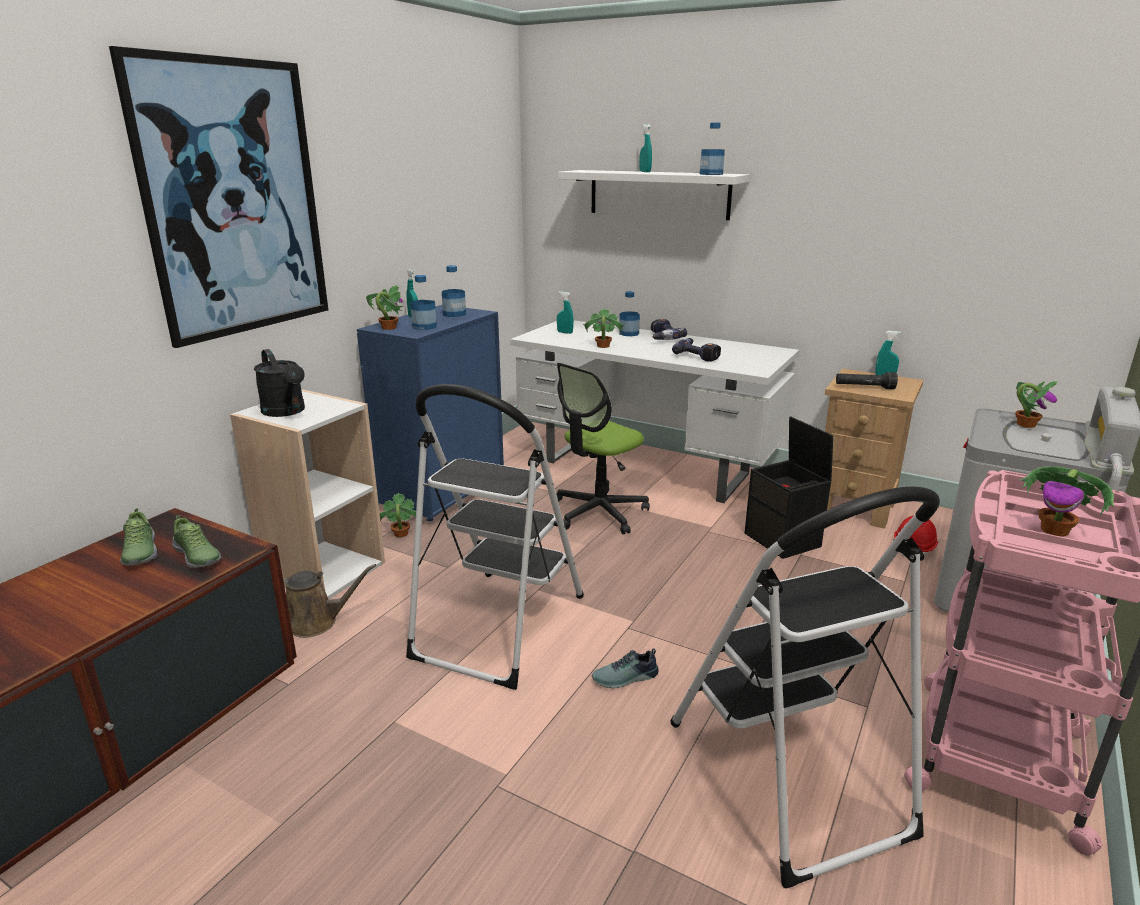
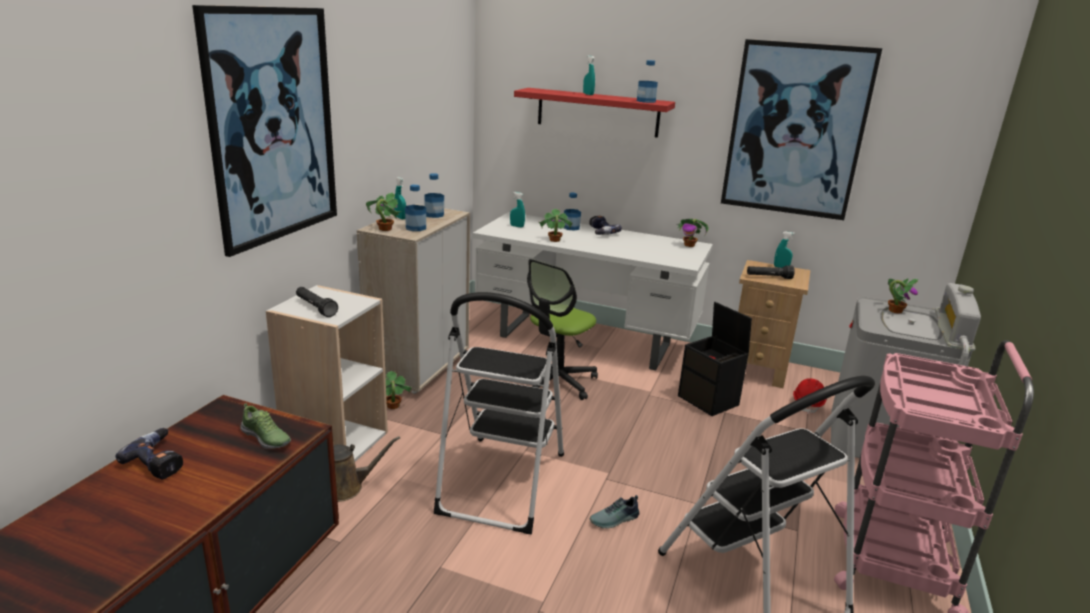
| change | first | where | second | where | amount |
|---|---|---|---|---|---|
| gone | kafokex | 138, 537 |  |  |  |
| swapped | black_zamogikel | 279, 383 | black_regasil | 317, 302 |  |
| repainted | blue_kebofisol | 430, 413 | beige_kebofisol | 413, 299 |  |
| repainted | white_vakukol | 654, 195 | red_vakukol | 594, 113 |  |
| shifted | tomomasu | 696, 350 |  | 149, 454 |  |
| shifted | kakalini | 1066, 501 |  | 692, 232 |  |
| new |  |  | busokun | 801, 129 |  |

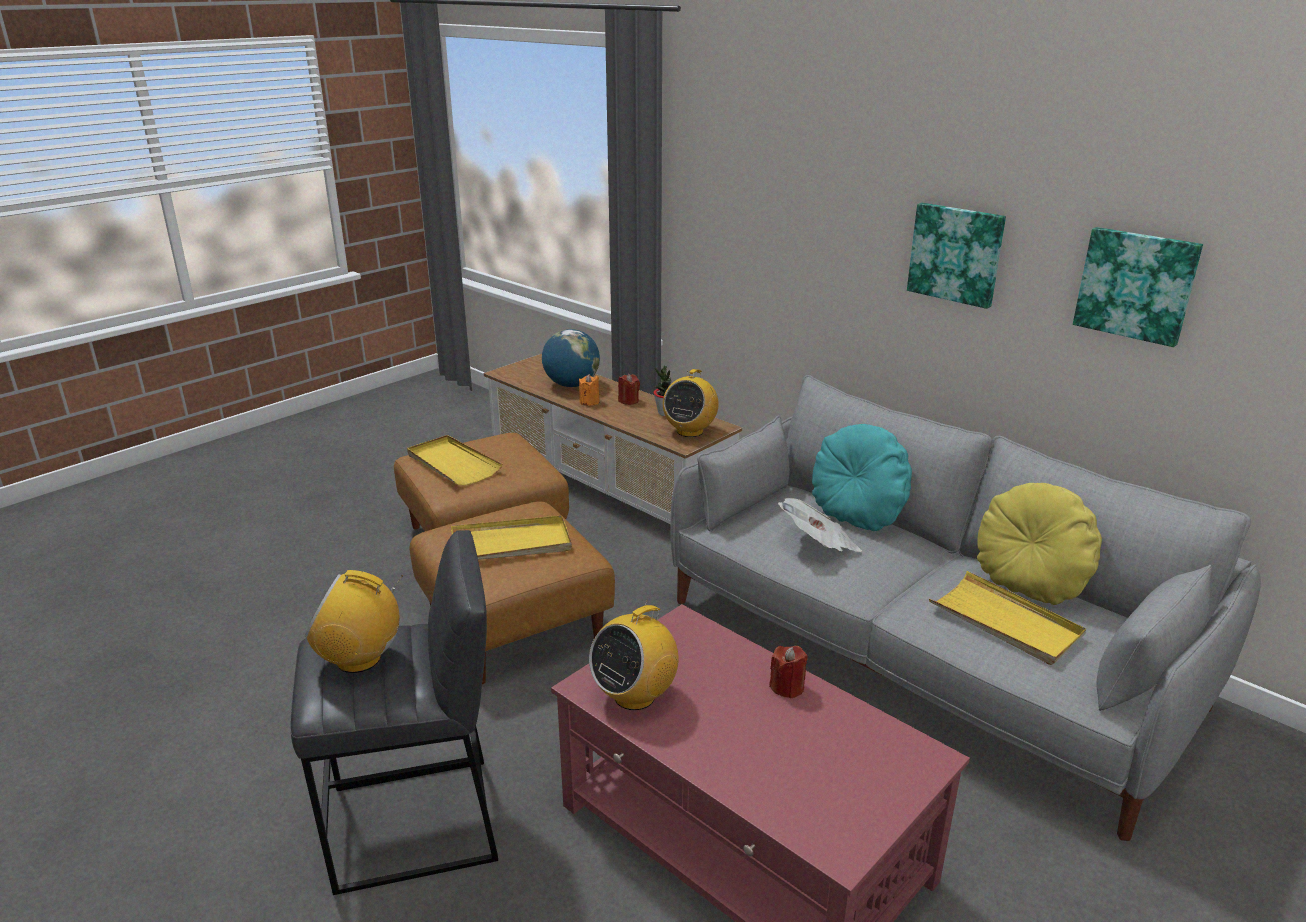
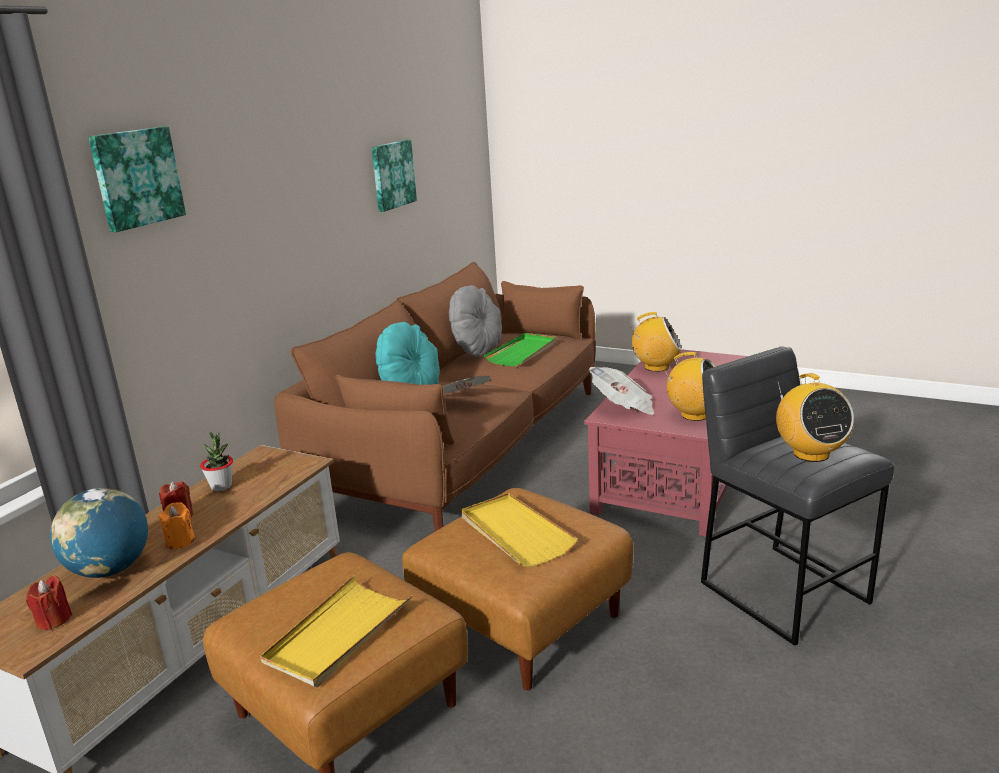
| change | first | where | second | where | amount |
|---|---|---|---|---|---|
| shifted | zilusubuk | 691, 403 |  | 656, 342 |  |
| repainted | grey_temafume | 965, 608 | brown_temafume | 435, 396 |  |
| shifted | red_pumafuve | 788, 672 |  | 49, 603 |  |
| shifted | busokun | 956, 256 |  | 137, 179 |  |
| repainted | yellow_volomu | 1007, 618 | green_volomu | 520, 349 |  |
| repainted | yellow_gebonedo | 1039, 544 | grey_gebonedo | 475, 321 |  |
| new |  |  | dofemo | 621, 391 |  |

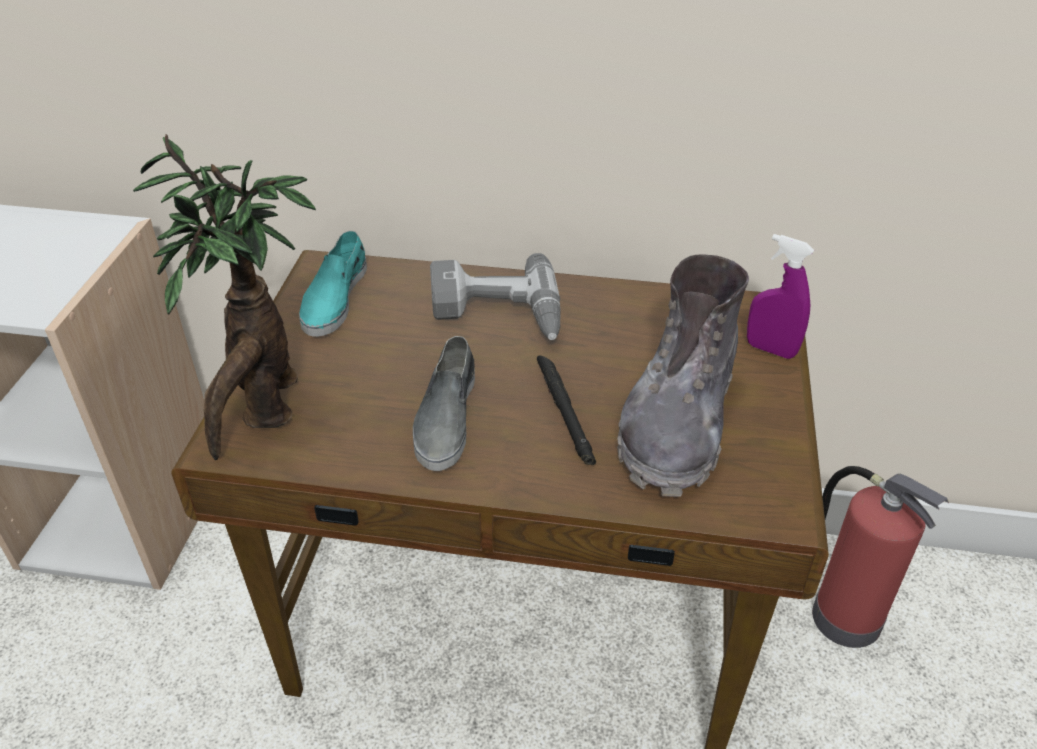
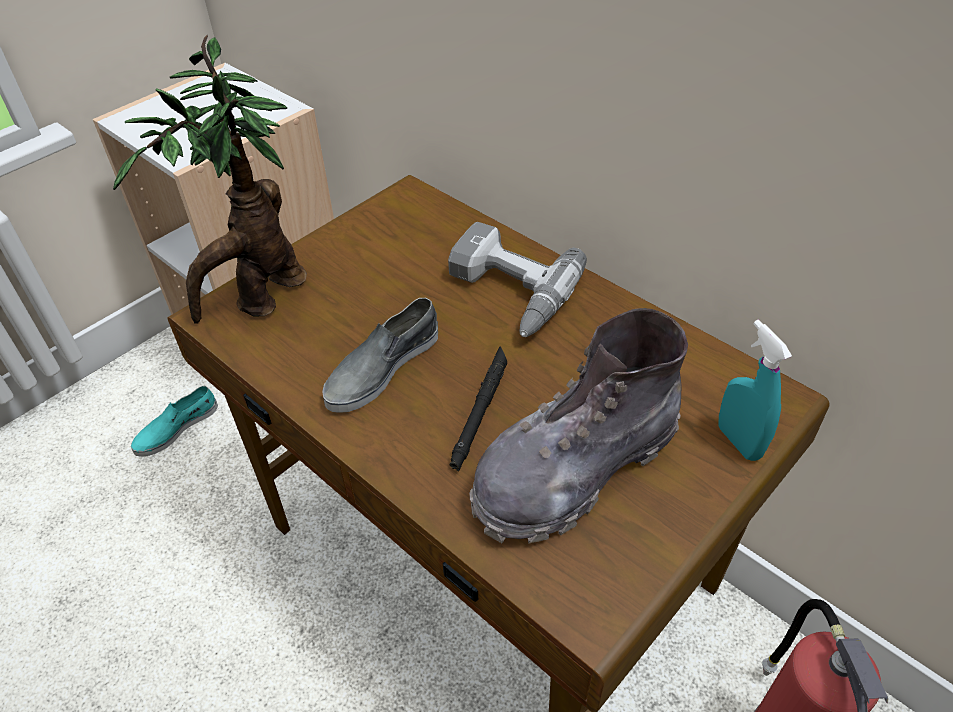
| change | first | where | second | where | amount |
|---|---|---|---|---|---|
| shifted | turquoise_kafokex | 333, 284 |  | 174, 421 |  |
| repainted | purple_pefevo | 780, 296 | turquoise_pefevo | 755, 390 |  |

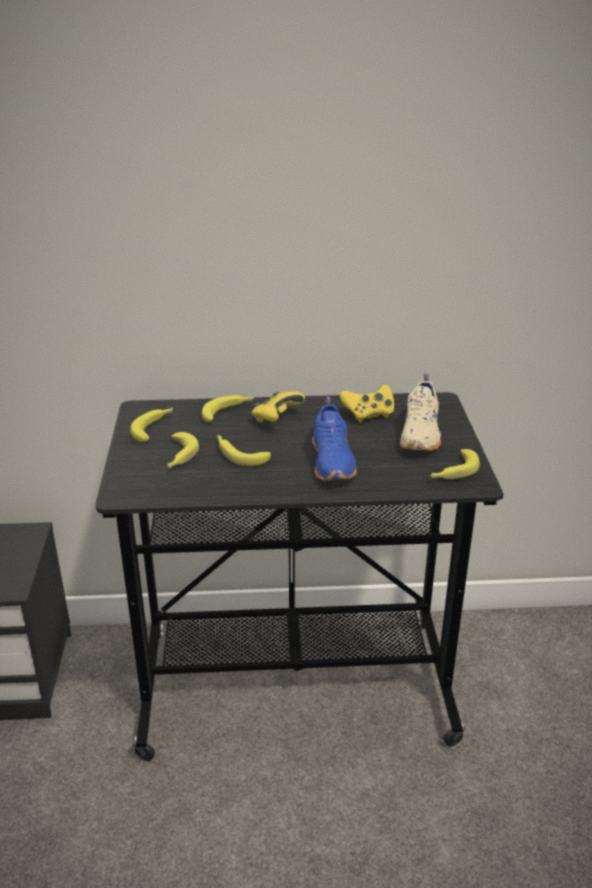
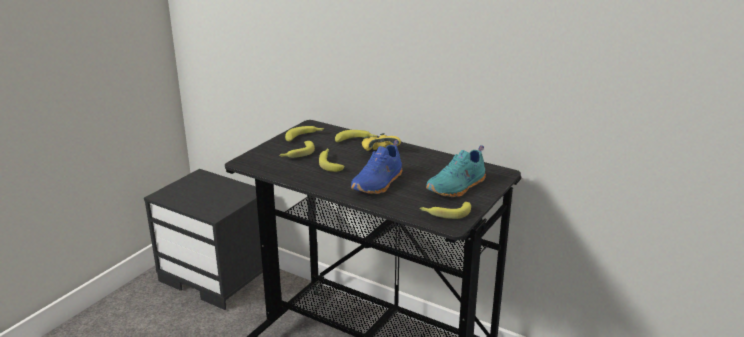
| change | first | where | second | where | amount |
|---|---|---|---|---|---|
| gone | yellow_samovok | 367, 404 |  |  |  |
| repainted | beige_kafokex | 420, 412 | turquoise_kafokex | 456, 171 |  |

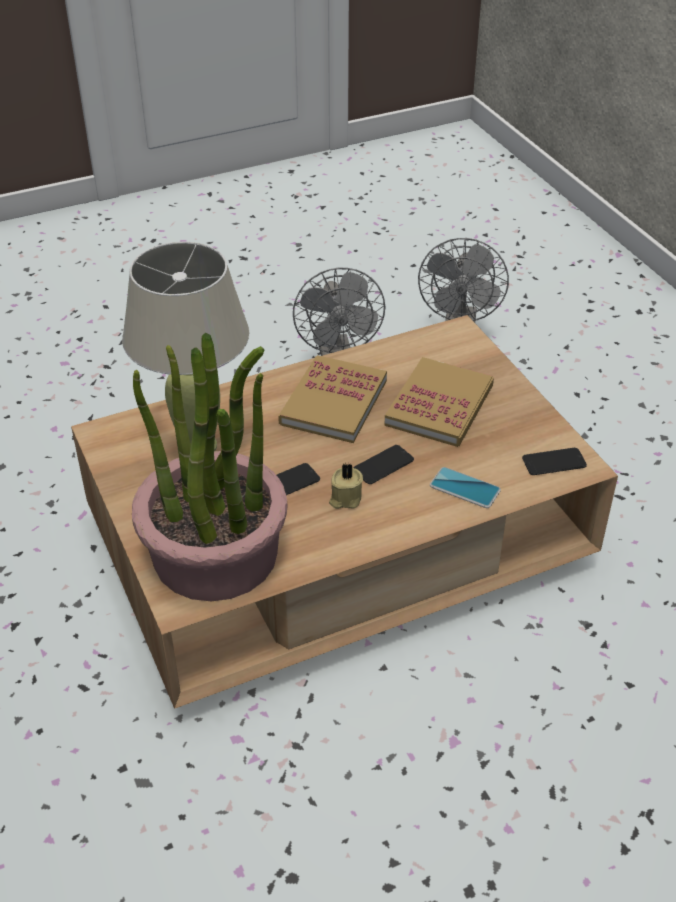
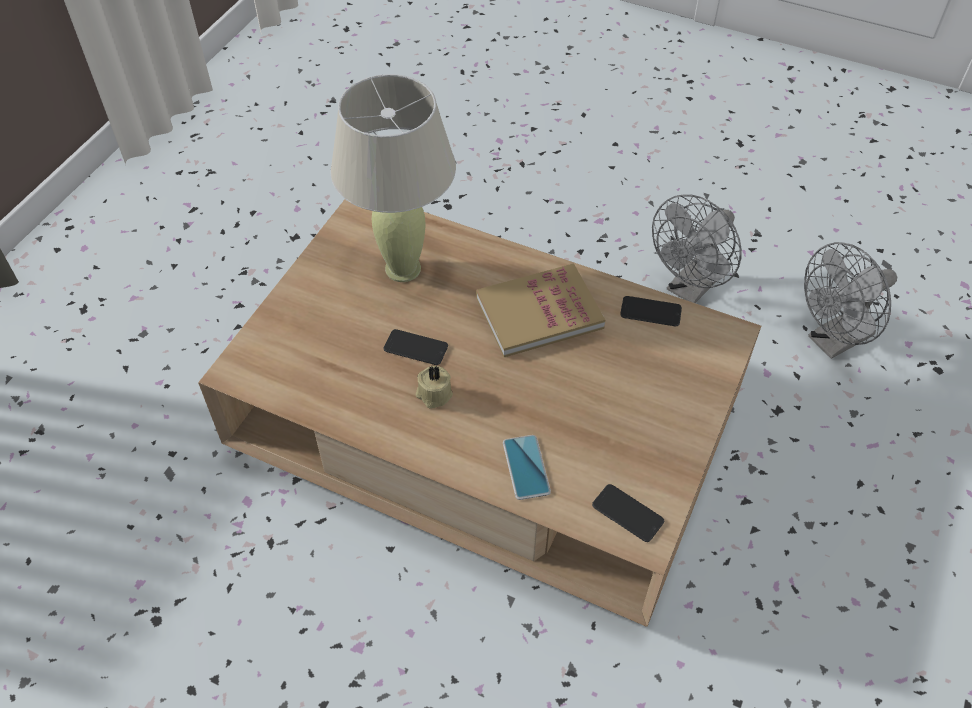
| change | first | where | second | where | amount |
|---|---|---|---|---|---|
| gone | kakalini | 209, 467 |  |  |  |
| shifted | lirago | 383, 464 |  | 651, 311 |  |
| gone | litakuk | 439, 402 |  |  |  |

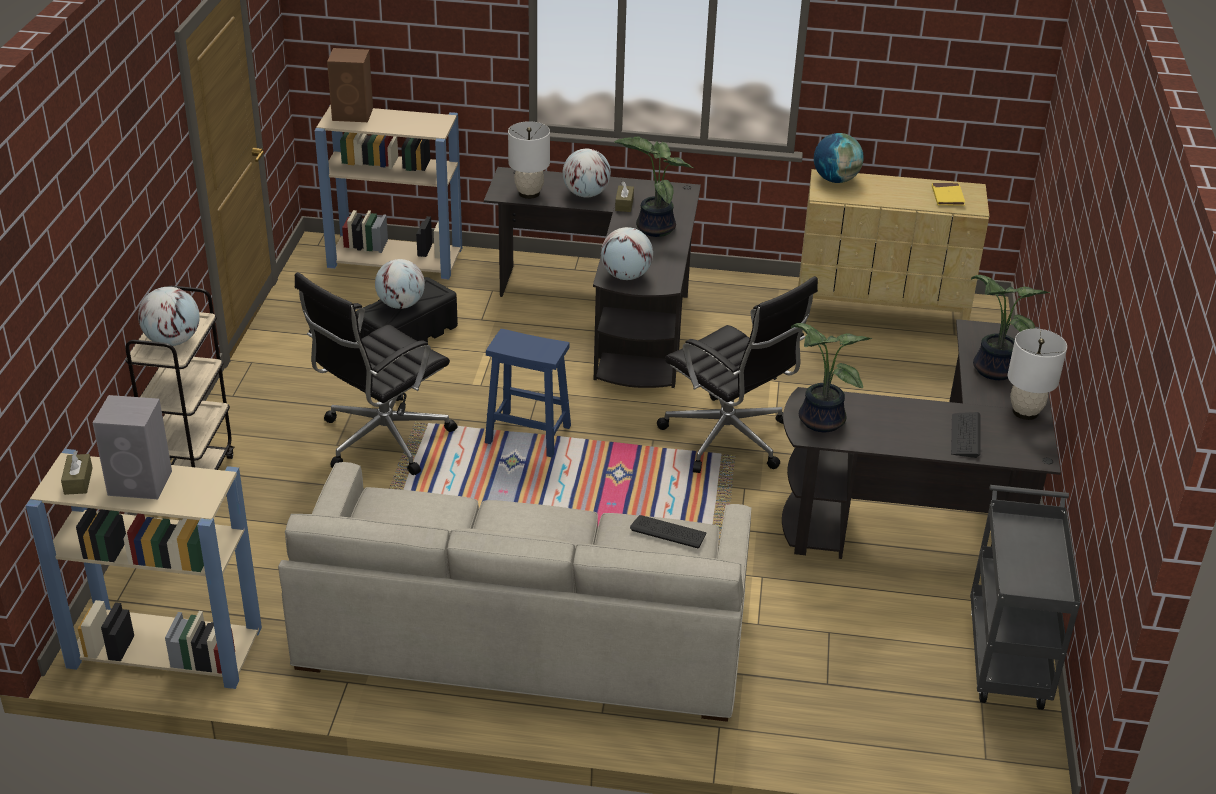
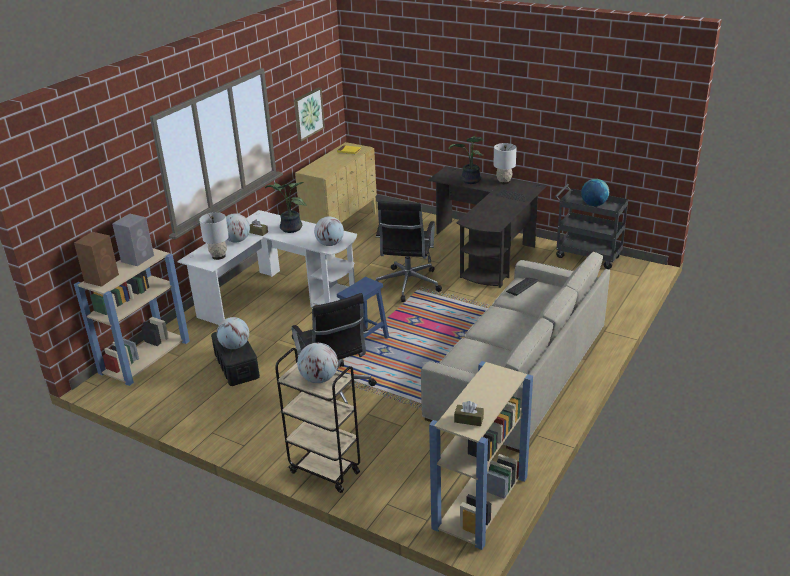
| change | first | where | second | where | amount |
|---|---|---|---|---|---|
| shifted | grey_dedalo | 132, 447 |  | 133, 239 |  |
| repainted | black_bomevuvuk | 592, 277 | white_bomevuvuk | 267, 267 |  |
| rotated | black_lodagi | 737, 374 |  | 409, 251 | 120 degrees clockwise |
| gone | kakalini | 832, 377 |  |  |  |
| shifted | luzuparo | 839, 158 |  | 595, 192 |  |
| new |  |  | busokun | 309, 114 |  |

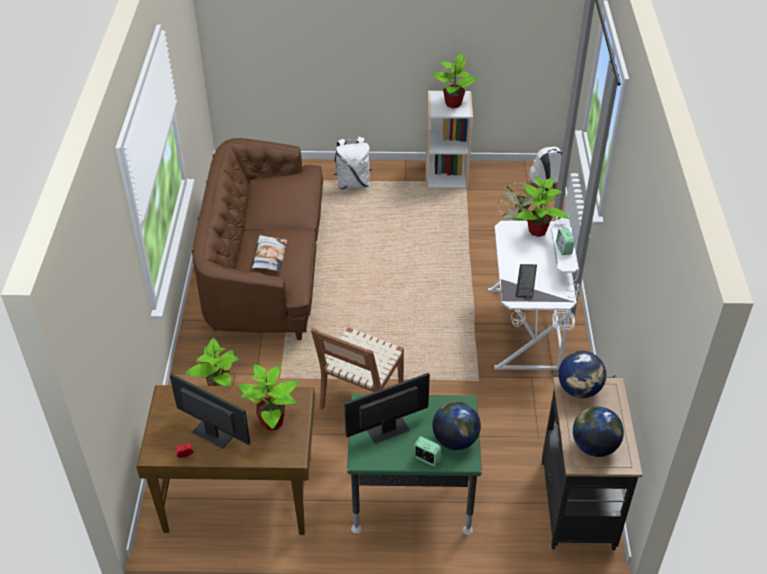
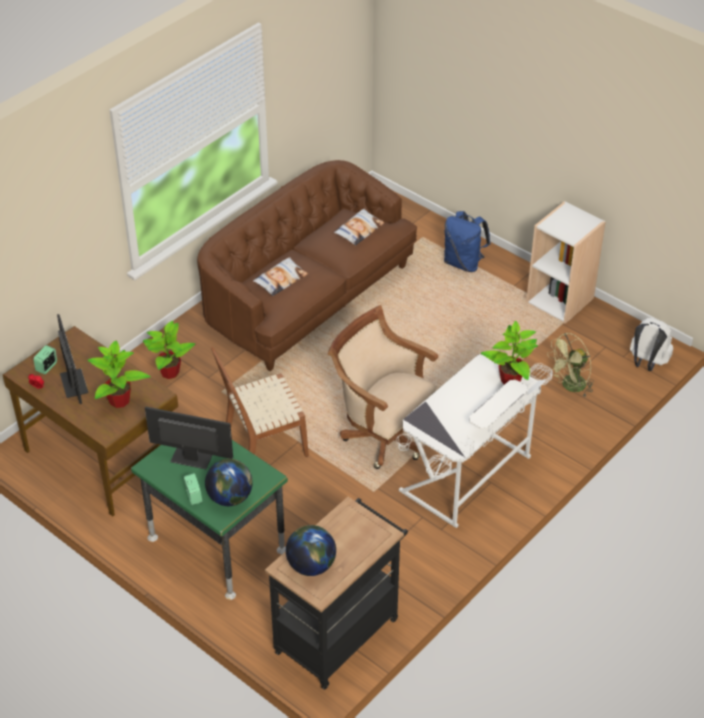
| change | first | where | second | where | amount |
|---|---|---|---|---|---|
| repainted | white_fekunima | 353, 163 | blue_fekunima | 467, 241 |  |
| gone | kakalini | 455, 80 |  |  |  |
| gone | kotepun | 526, 281 |  |  |  |
| shifted | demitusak | 565, 241 |  | 45, 359 |  |
| gone | luzuparo | 582, 374 |  |  |  |
| new |  |  | lodagi | 383, 387 |  |
| new |  |  | gebonedo | 359, 227 |  |

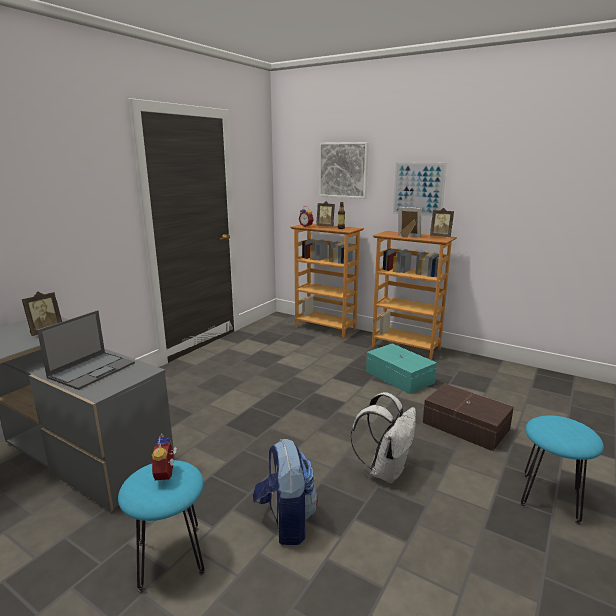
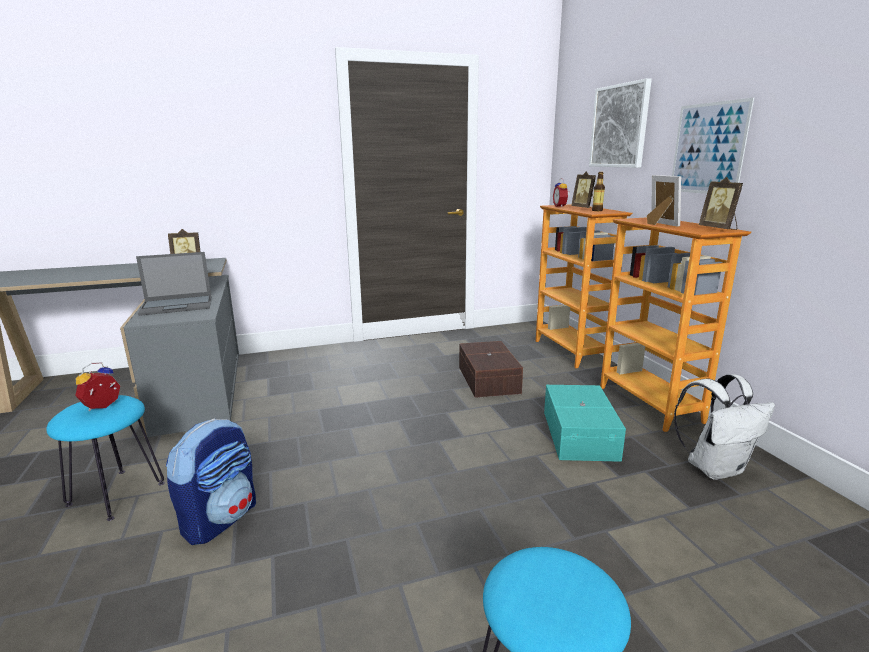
| change | first | where | second | where | amount |
|---|---|---|---|---|---|
| shifted | white_fekunima | 383, 438 |  | 724, 427 |  |
| shifted | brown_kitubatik | 468, 417 |  | 491, 369 |  |

